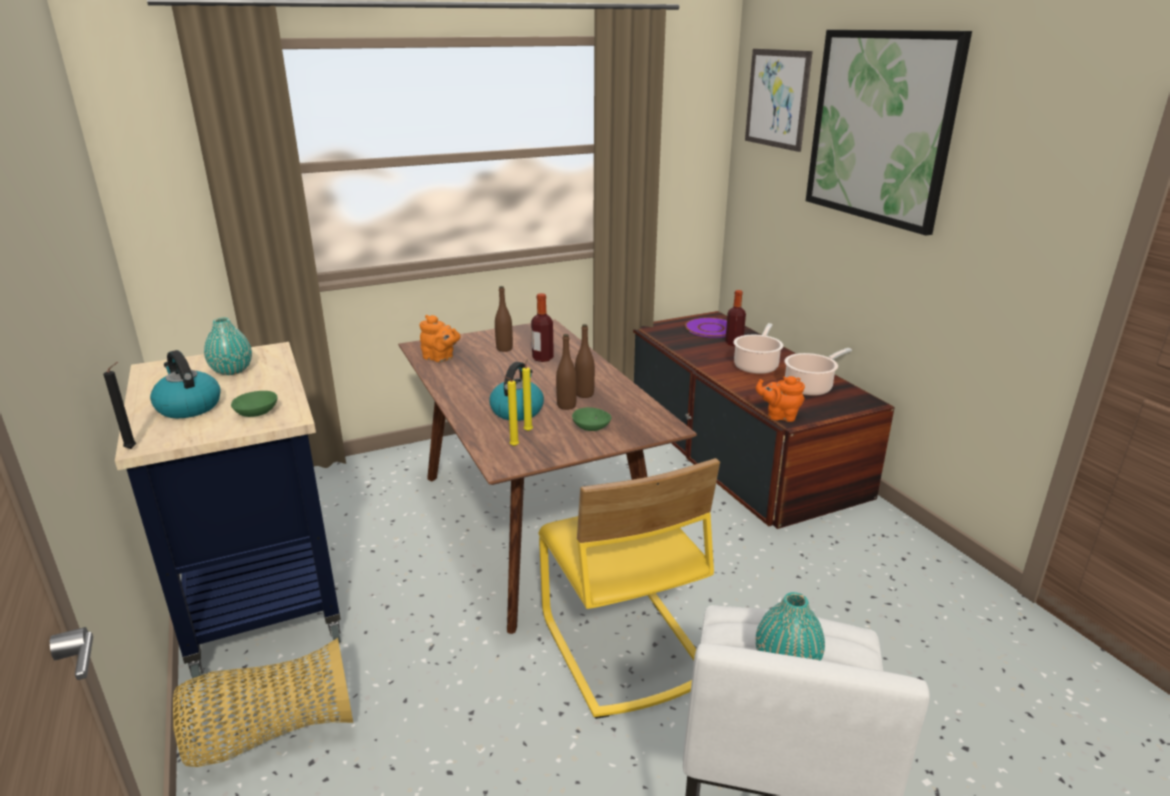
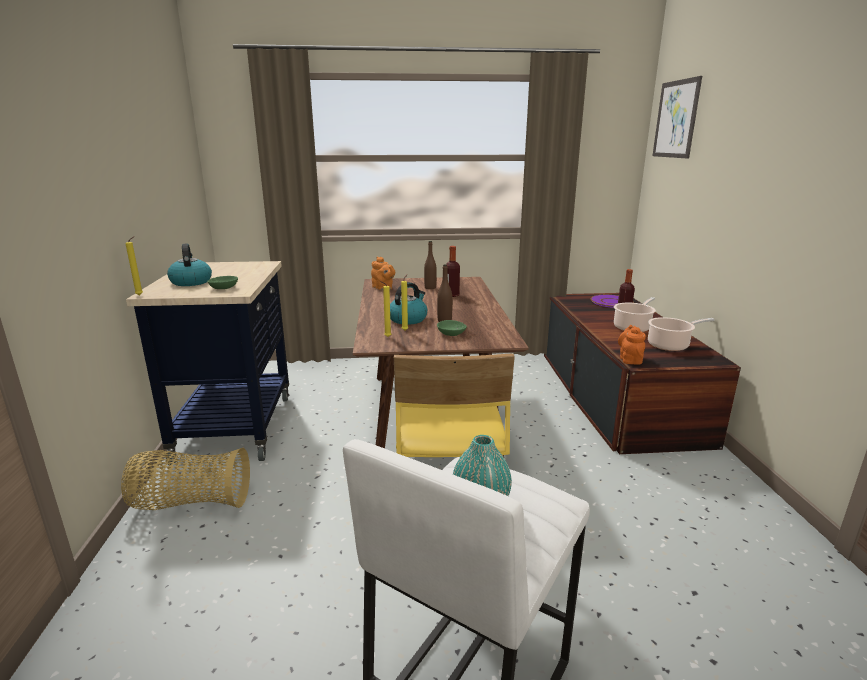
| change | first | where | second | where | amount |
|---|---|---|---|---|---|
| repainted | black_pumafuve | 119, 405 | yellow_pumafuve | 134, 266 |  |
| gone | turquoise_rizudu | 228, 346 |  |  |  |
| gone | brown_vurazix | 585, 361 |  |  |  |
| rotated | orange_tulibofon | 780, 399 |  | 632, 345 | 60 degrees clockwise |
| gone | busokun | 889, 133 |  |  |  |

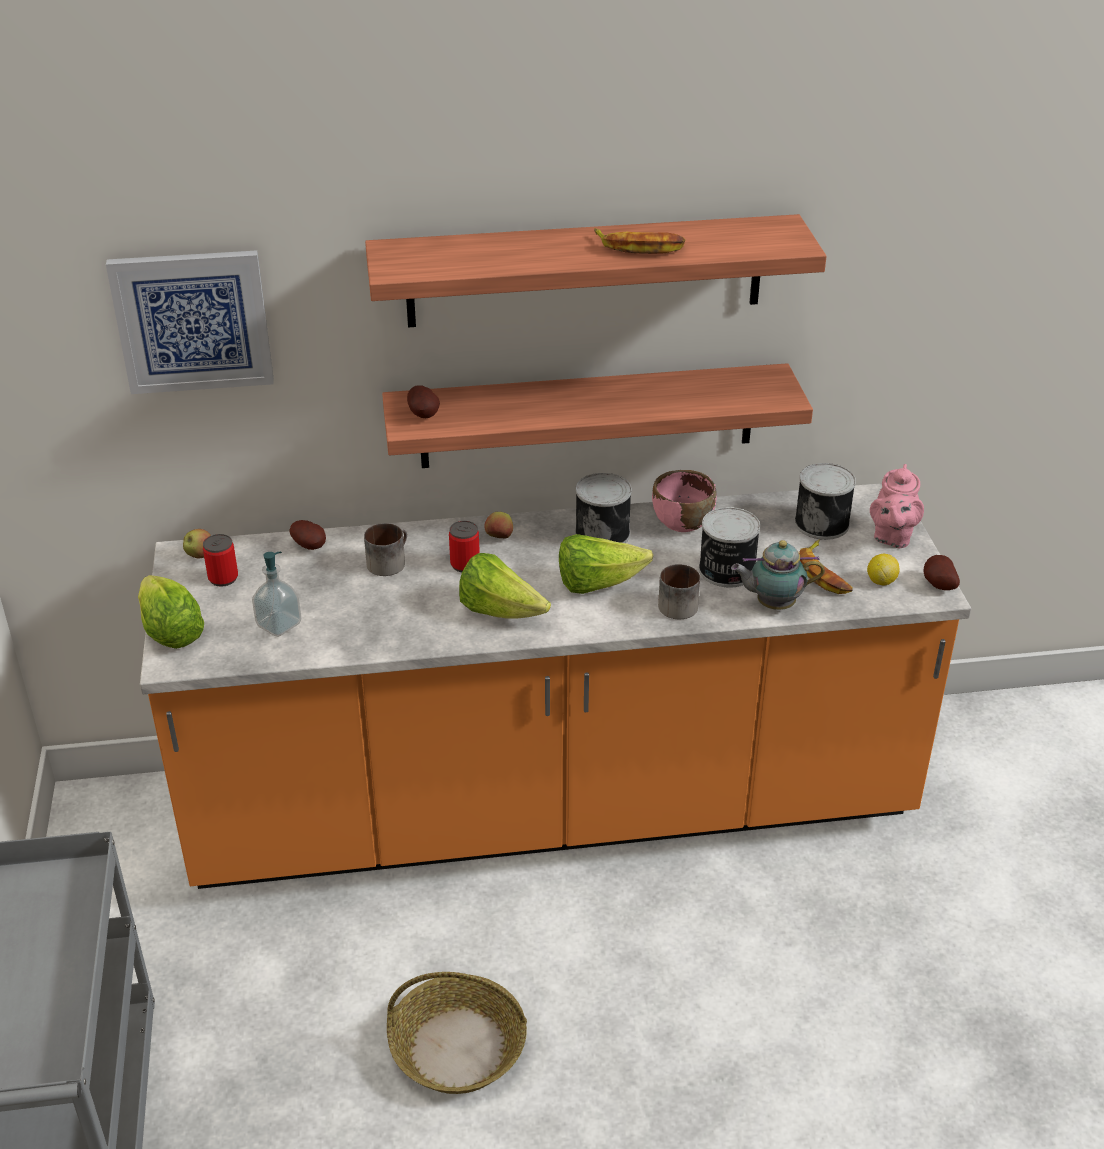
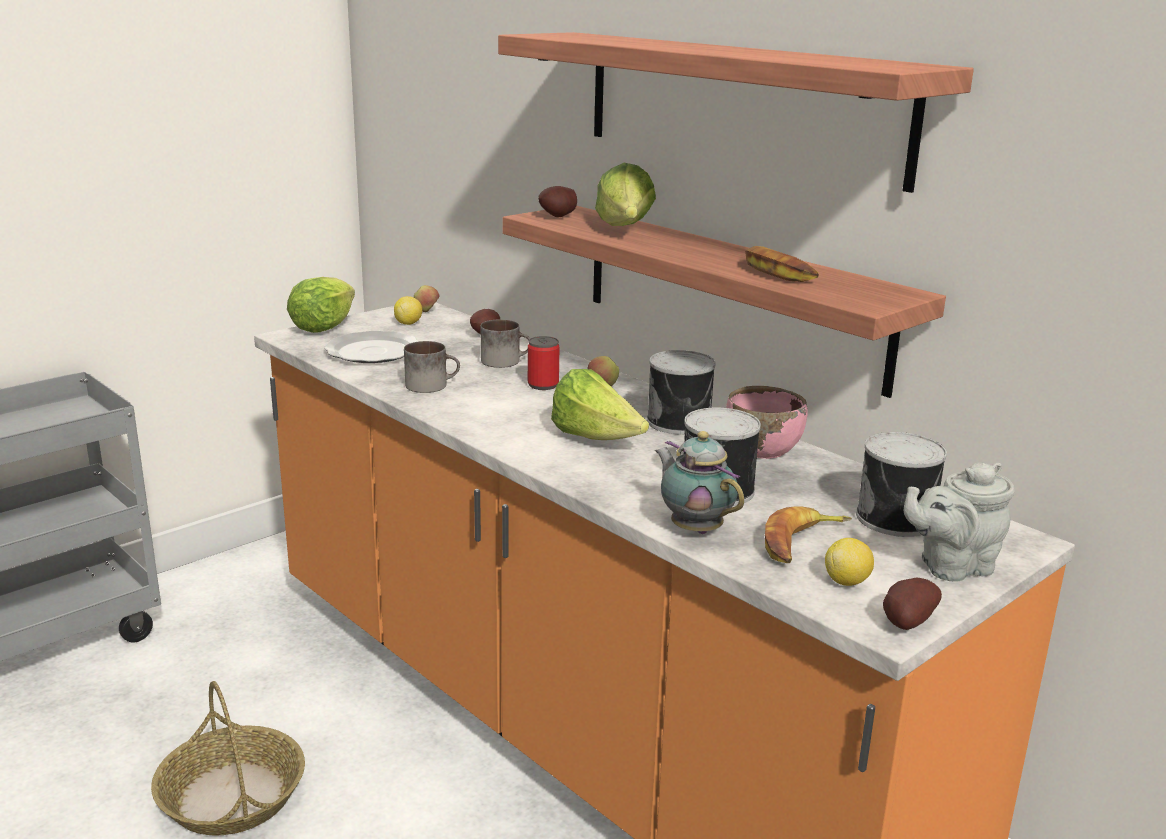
| change | first | where | second | where | amount |
|---|---|---|---|---|---|
| gone | busokun | 190, 322 |  |  |  |
| swapped | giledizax | 220, 560 | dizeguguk | 408, 310 |  |
| swapped | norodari | 276, 594 | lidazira | 371, 347 |  |
| shifted | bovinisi | 505, 586 |  | 625, 194 |  |
| shifted | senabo | 639, 241 |  | 782, 264 |  |
| shifted | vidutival | 679, 591 |  | 432, 367 |  |
| repainted | pink_tulibofon | 897, 506 | grey_tulibofon | 959, 522 |  |

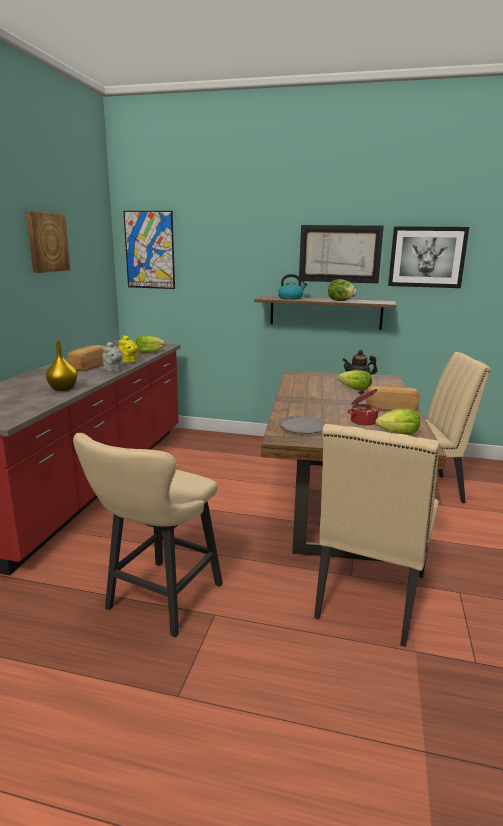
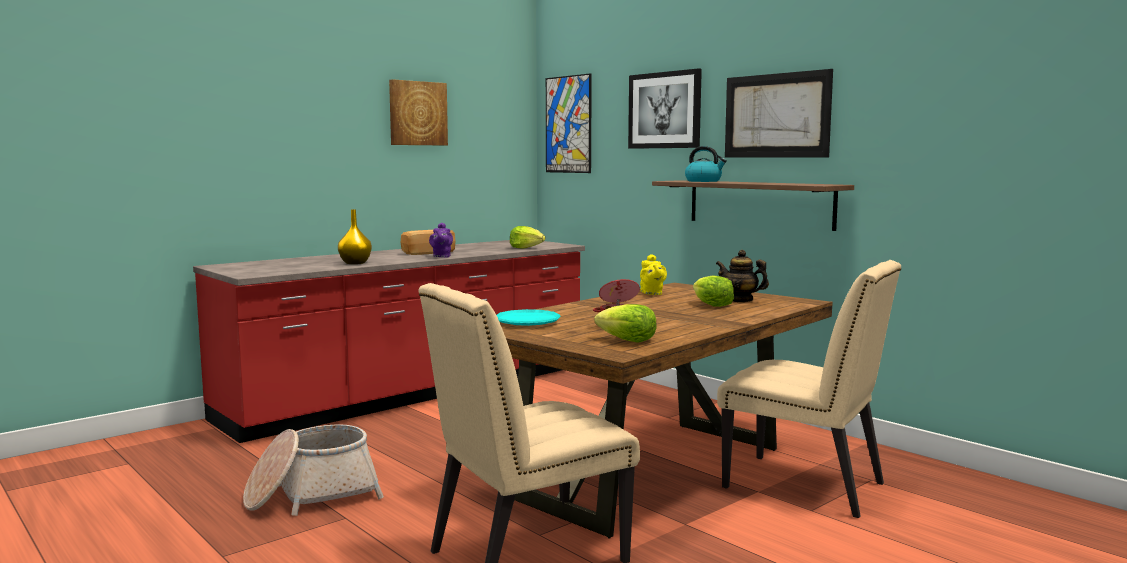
| change | first | where | second | where | amount |
|---|---|---|---|---|---|
| swapped | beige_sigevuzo | 148, 535 | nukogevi | 313, 470 |  |
| repainted | grey_tulibofon | 112, 357 | purple_tulibofon | 441, 240 |  |
| shifted | yellow_tulibofon | 128, 349 |  | 653, 274 |  |
| repainted | grey_lidazira | 303, 424 | turquoise_lidazira | 529, 317 |  |
| gone | bovinisi | 342, 290 |  |  |  |
| gone | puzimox | 392, 398 |  |  |  |
| shifted | busokun | 428, 257 |  | 665, 108 |  |

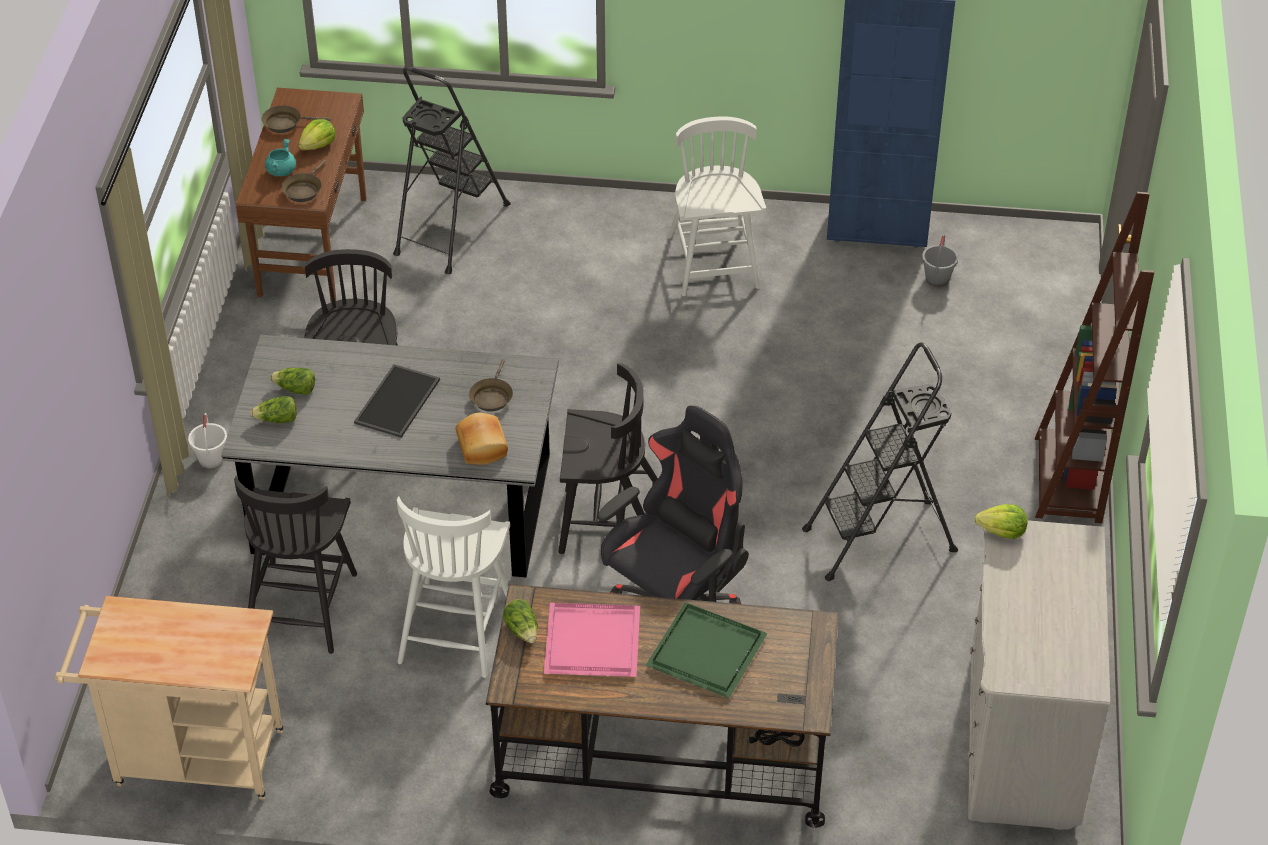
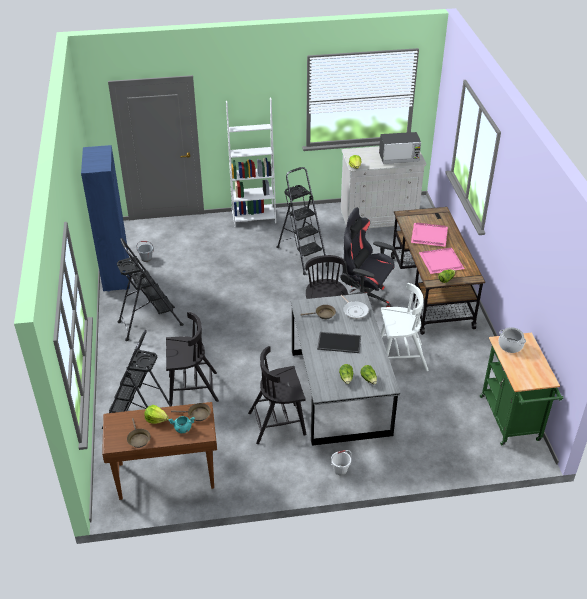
| change | first | where | second | where | amount |
|---|---|---|---|---|---|
| repainted | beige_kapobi | 169, 698 | green_kapobi | 521, 389 |  |
| shifted | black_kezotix | 295, 565 |  | 192, 359 |  |
| swapped | puzimox | 482, 439 | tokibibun | 355, 307 |  |
| repainted | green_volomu | 706, 650 | pink_volomu | 429, 234 |  |
| swapped | white_kezotix | 716, 206 | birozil | 150, 289 |  |
| repainted | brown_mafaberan | 1094, 357 | white_mafaberan | 251, 162 |  |
| new |  |  | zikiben | 400, 148 |  |
| new |  |  | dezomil | 512, 340 |  |

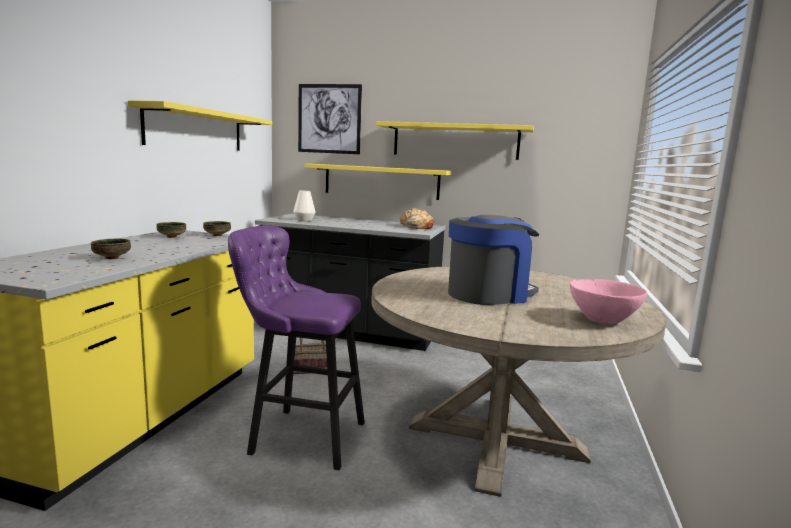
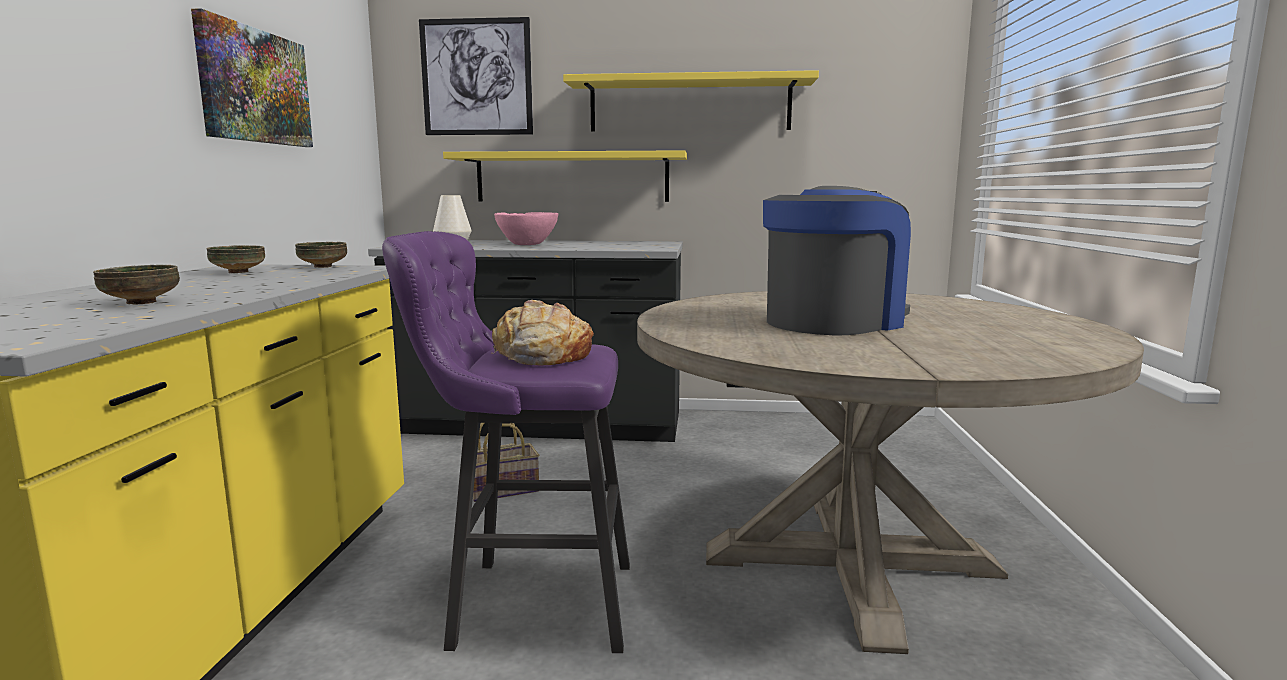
| change | first | where | second | where | amount |
|---|---|---|---|---|---|
| swapped | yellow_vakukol | 200, 125 | busokun | 252, 77 |  |
| shifted | puzimox | 417, 218 |  | 543, 332 |  |
| shifted | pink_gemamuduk | 608, 301 |  | 526, 228 |  |

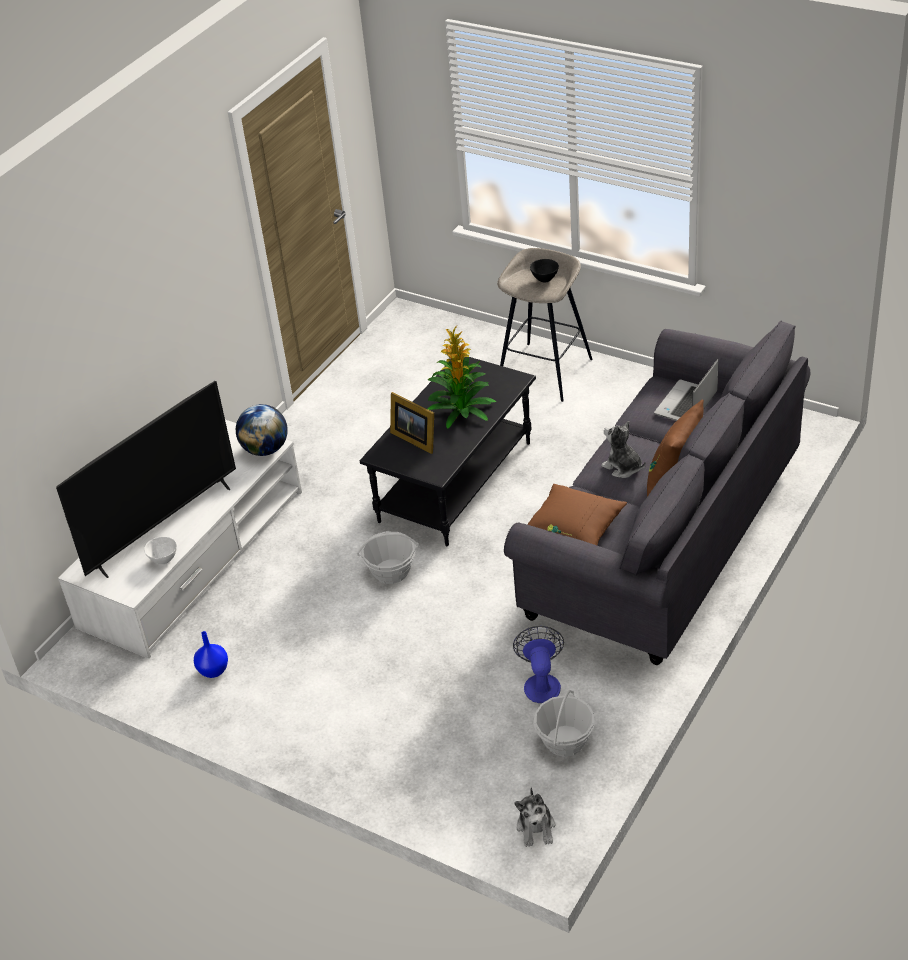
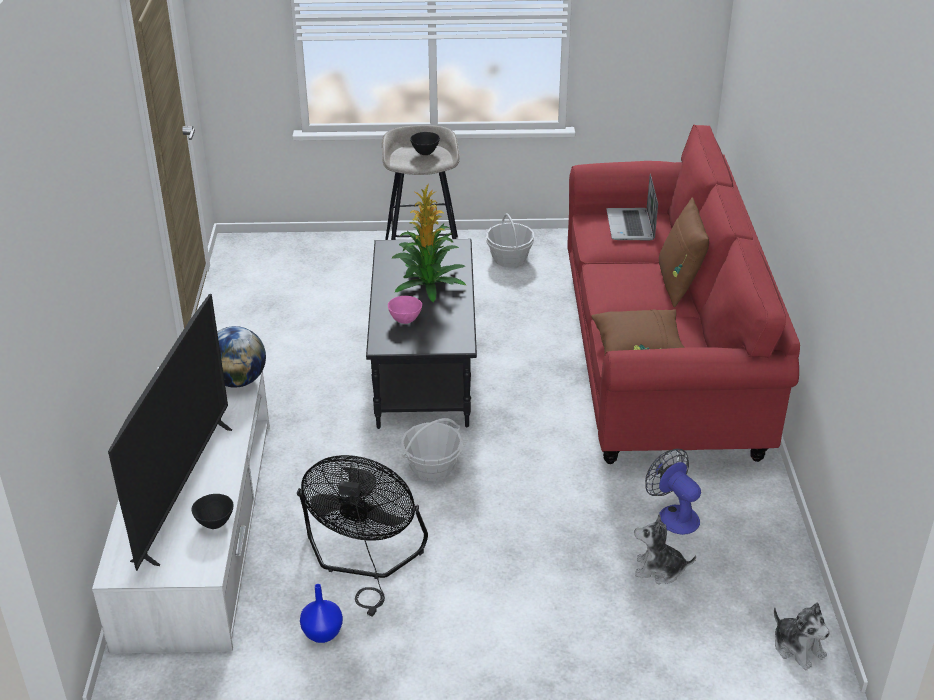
| change | first | where | second | where | amount |
|---|---|---|---|---|---|
| repainted | white_gemamuduk | 160, 550 | black_gemamuduk | 213, 511 |  |
| swapped | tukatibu | 412, 423 | pink_gemamuduk | 405, 310 |  |
| repainted | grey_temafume | 657, 493 | red_temafume | 683, 294 |  |
| shifted | nukogevi | 564, 723 |  | 510, 240 |  |
| shifted | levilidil | 623, 449 |  | 665, 549 |  |
| new |  |  | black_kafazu | 362, 536 |  |

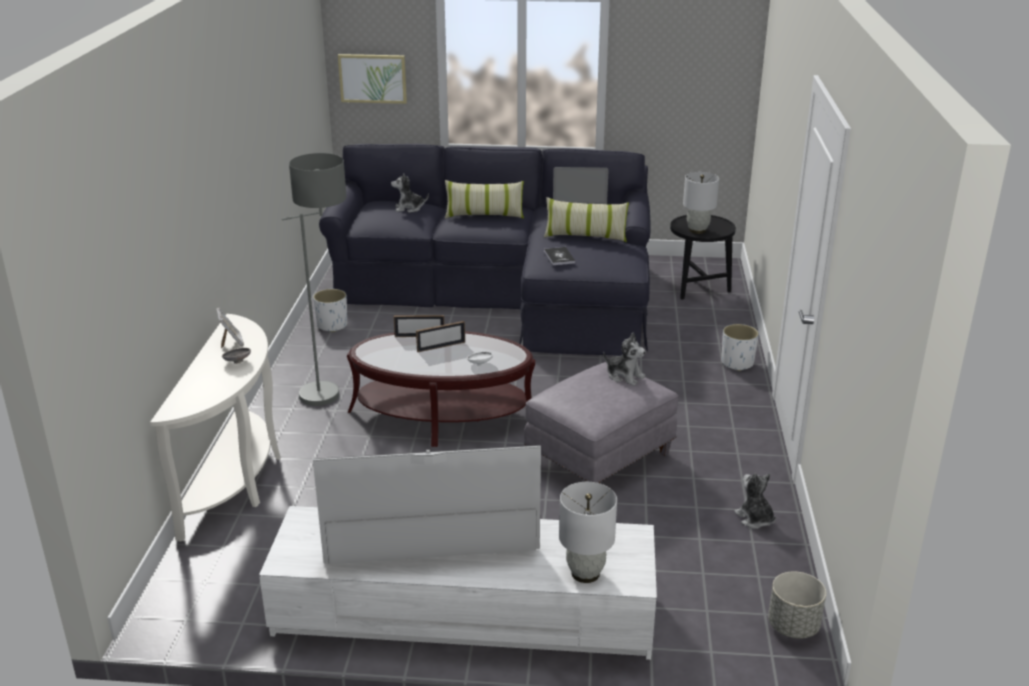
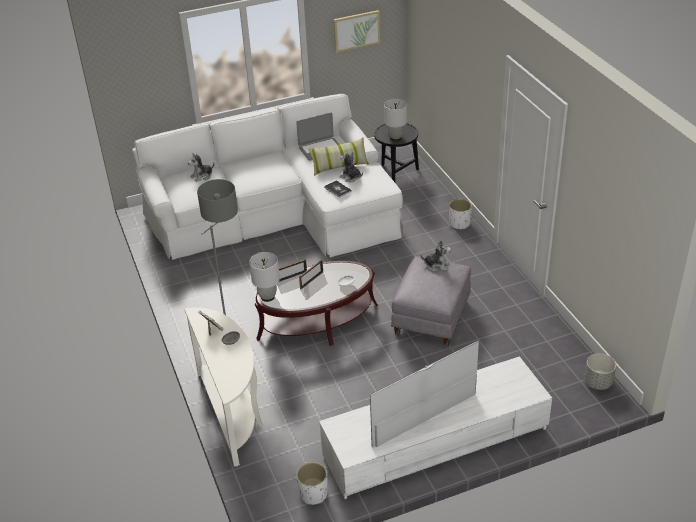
| change | first | where | second | where | amount |
|---|---|---|---|---|---|
| shifted | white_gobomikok | 330, 311 |  | 312, 483 |  |
| repainted | black_temafume | 485, 250 | white_temafume | 268, 177 |  |
| shifted | busokun | 372, 79 |  | 357, 31 |  |
| gone | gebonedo | 484, 199 |  |  |  |
| shifted | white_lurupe | 588, 532 |  | 264, 277 |  |
| shifted | levilidil | 755, 501 |  | 351, 167 |  |

